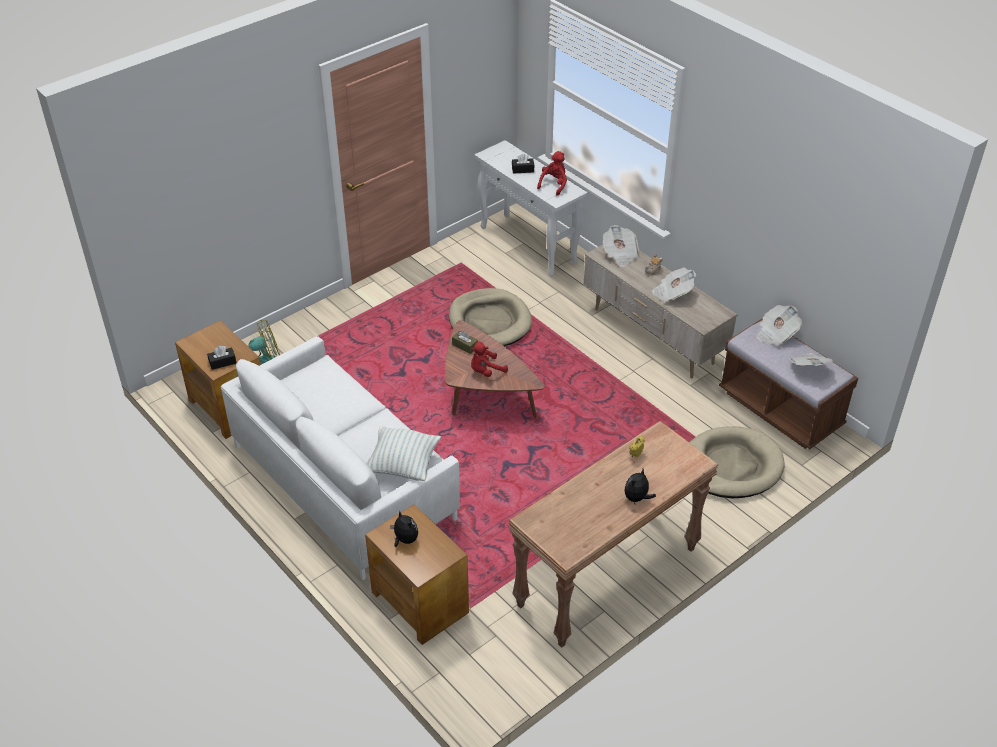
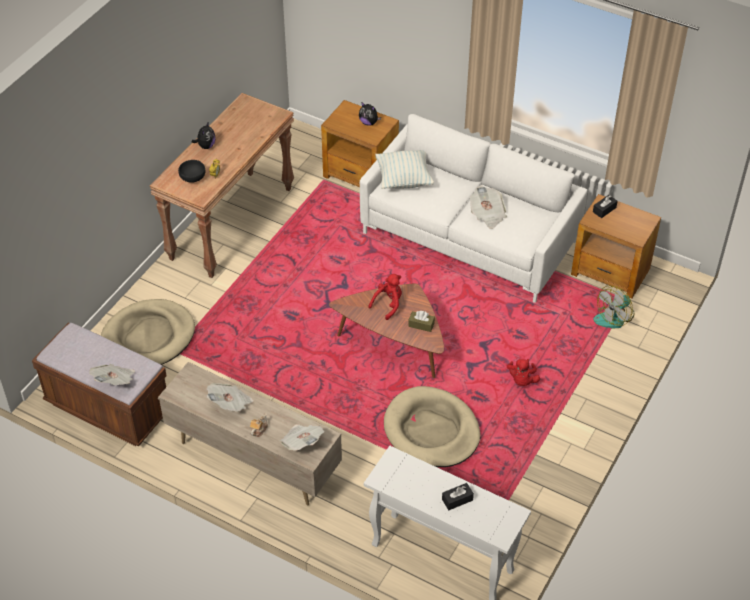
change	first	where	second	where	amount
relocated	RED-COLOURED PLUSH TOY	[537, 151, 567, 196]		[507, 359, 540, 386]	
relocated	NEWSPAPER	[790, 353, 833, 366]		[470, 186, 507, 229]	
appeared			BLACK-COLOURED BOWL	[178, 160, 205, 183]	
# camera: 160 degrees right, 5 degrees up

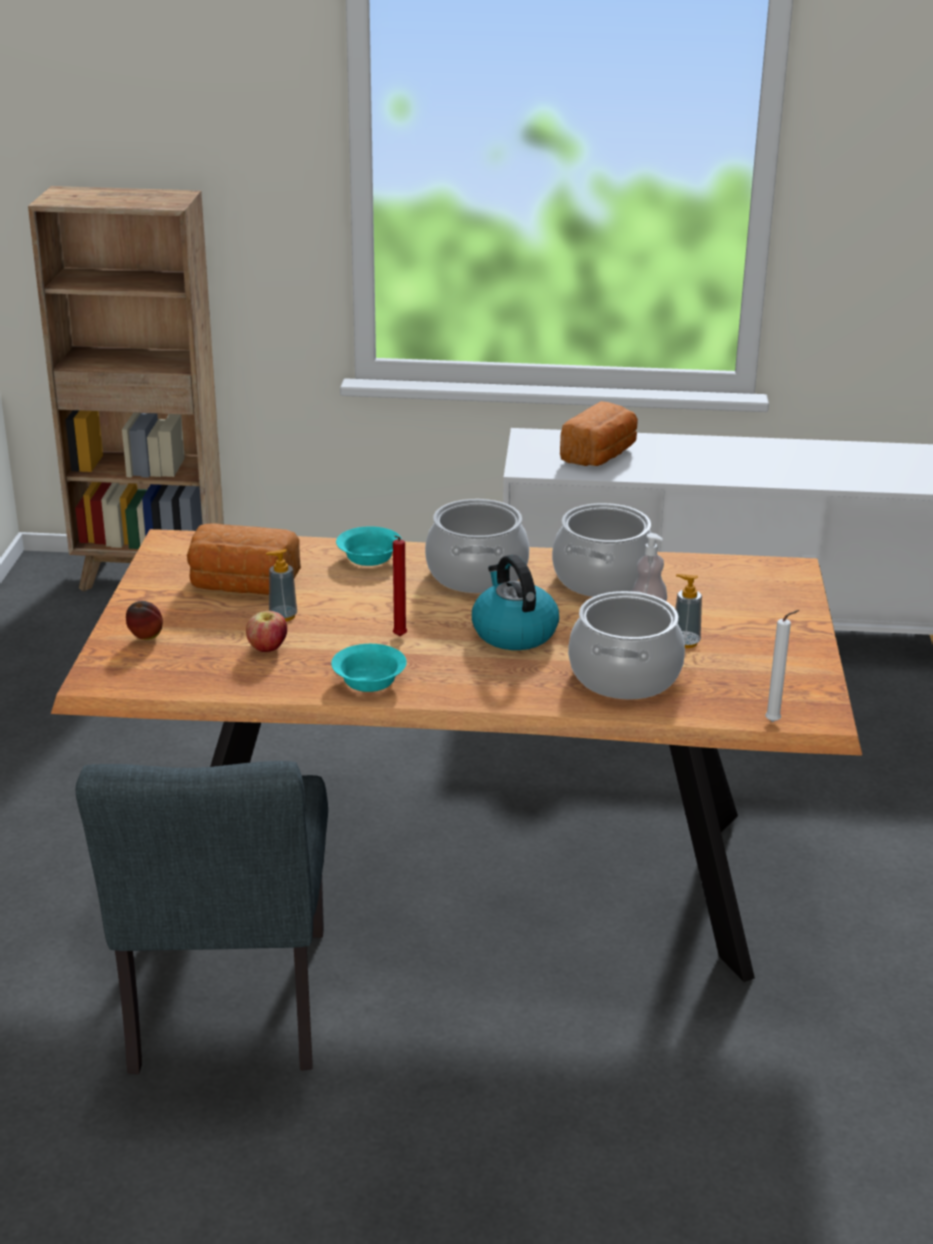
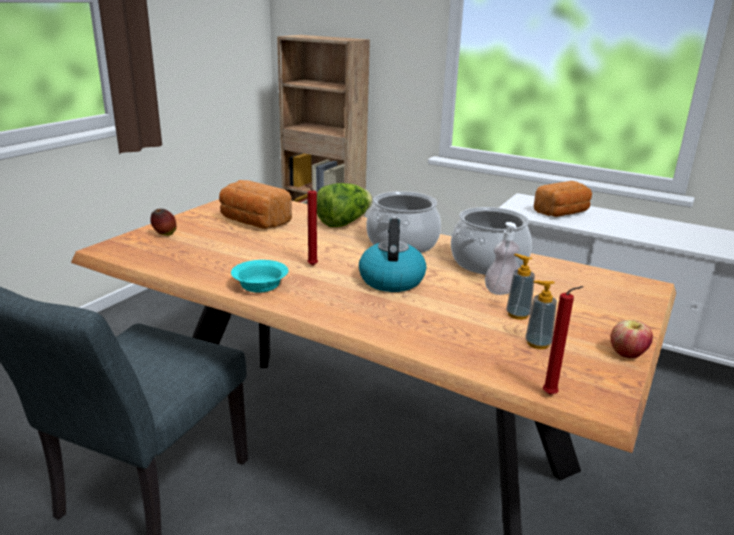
change	first	where	second	where	amount
relocated	APPLE	[246, 611, 287, 652]		[611, 320, 653, 358]	
relocated	SOAP DISPENSER	[266, 549, 297, 622]		[525, 281, 557, 349]	
exchanged	TURQUOISE BOWL	[336, 526, 401, 566]	HEAD OF LETTUCE	[317, 183, 373, 227]	
missing	STOCKPOT	[568, 591, 685, 699]			
colour	WHITISH WAX LIGHT	[765, 610, 800, 722]	RED-COLOURED WAX LIGHT	[543, 286, 584, 395]	
# camera: 25 degrees right, 5 degrees down

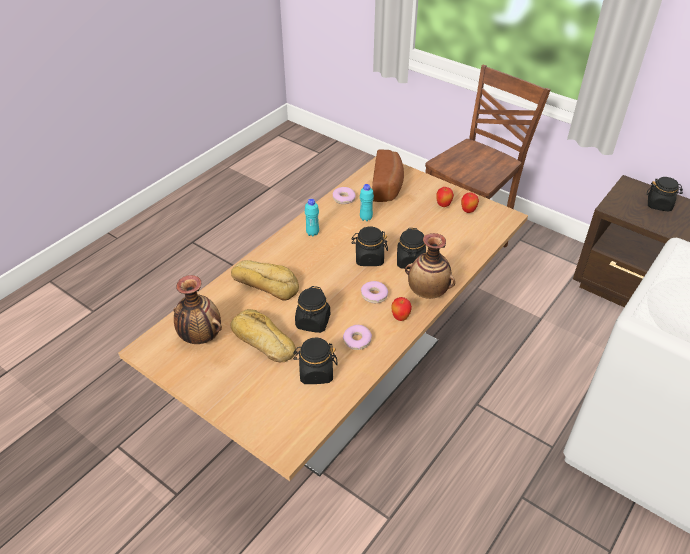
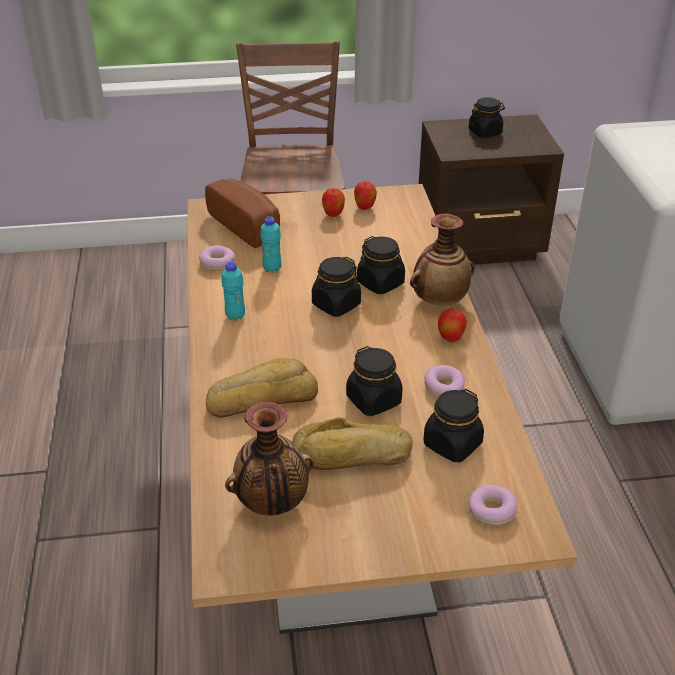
change	first	where	second	where	amount
relocated	DOUGHNUT	[361, 281, 388, 303]		[468, 485, 518, 525]	
# camera: 45 degrees left, 5 degrees down

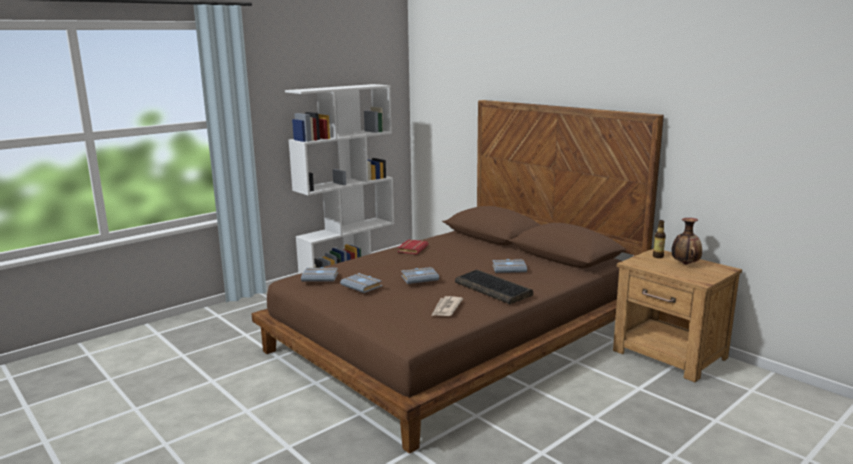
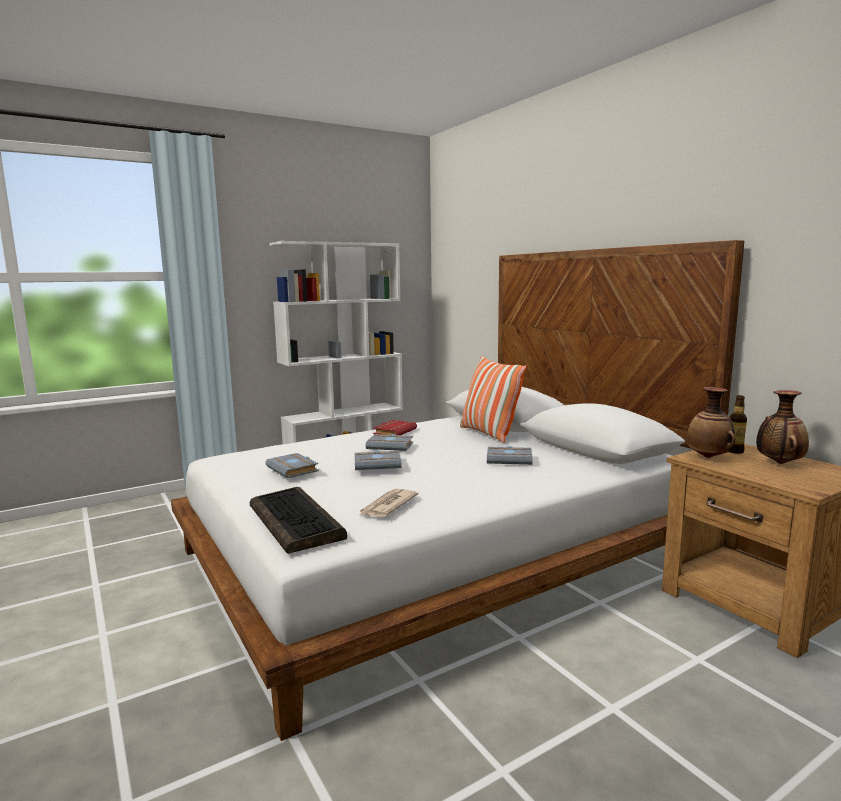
change	first	where	second	where	amount
colour	BROWN-COLOURED SLEEPING BED	[251, 100, 664, 454]	WHITISH SLEEPING BED	[171, 240, 744, 741]	
relocated	GRAY VOLUME	[301, 267, 338, 281]		[366, 434, 413, 451]	
relocated	KEYBOARD	[455, 270, 533, 304]		[250, 487, 347, 554]	
appeared			THROW PILLOW	[460, 356, 527, 443]	
appeared			FLOWER VASE	[687, 387, 735, 458]	
# camera: 10 degrees right, 5 degrees down

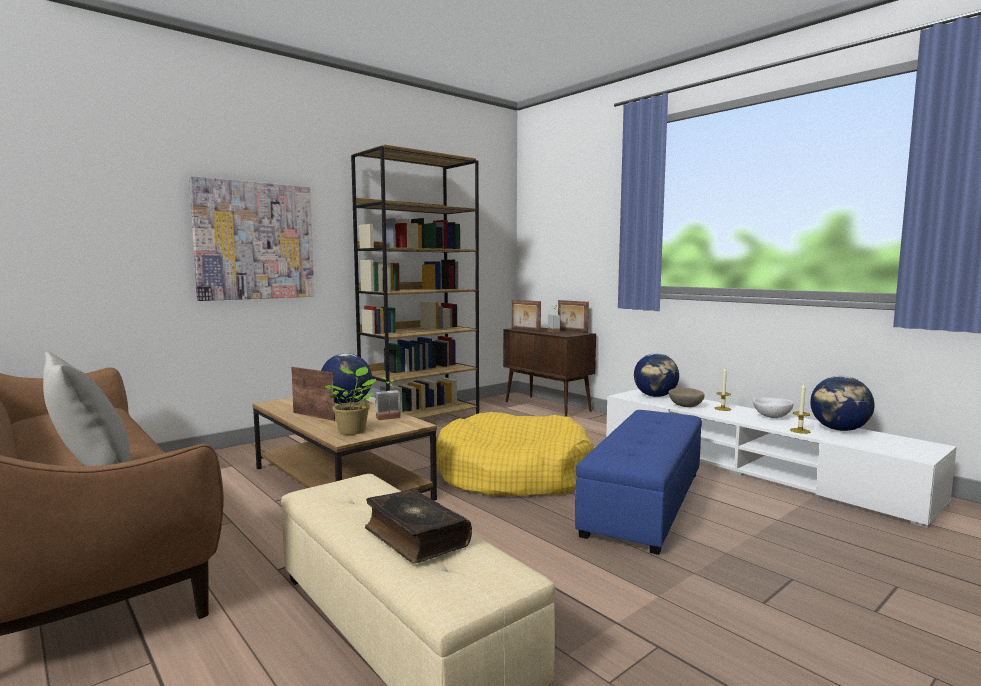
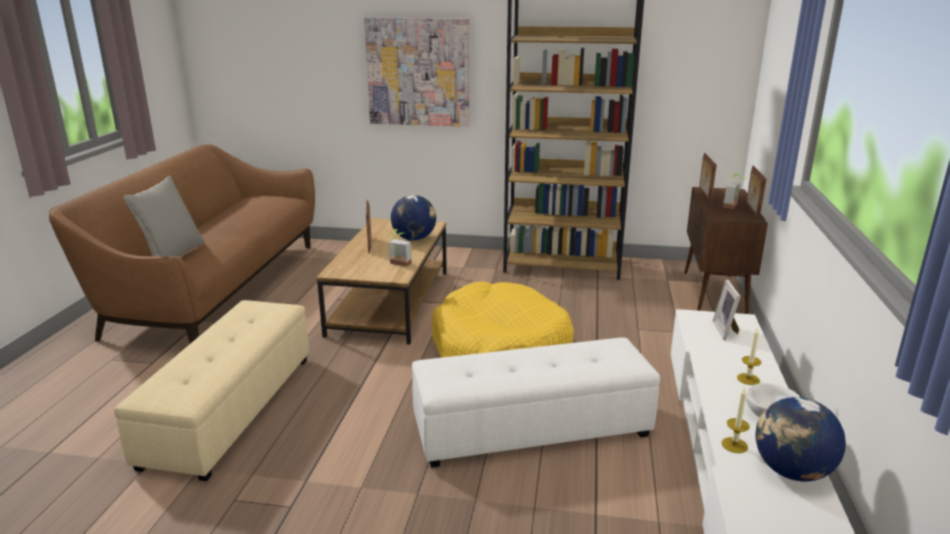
change	first	where	second	where	amount
missing	PLANT IN A POT	[323, 367, 376, 435]			
missing	VOLUME	[365, 489, 472, 564]			
colour	BLUISH OTTOMAN	[575, 410, 702, 555]	WHITISH OTTOMAN	[412, 337, 660, 468]	
exchanged	GLOBE	[634, 353, 679, 397]	STANDING FRAME	[712, 280, 741, 340]	
missing	SAND-COLOURED BOWL	[668, 388, 705, 407]			
# camera: 50 degrees right, 15 degrees up

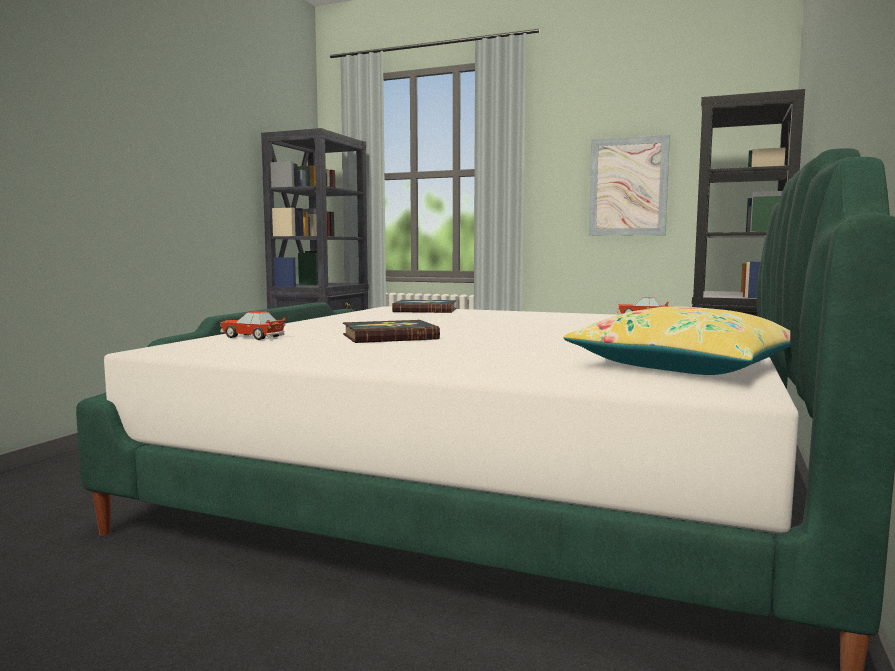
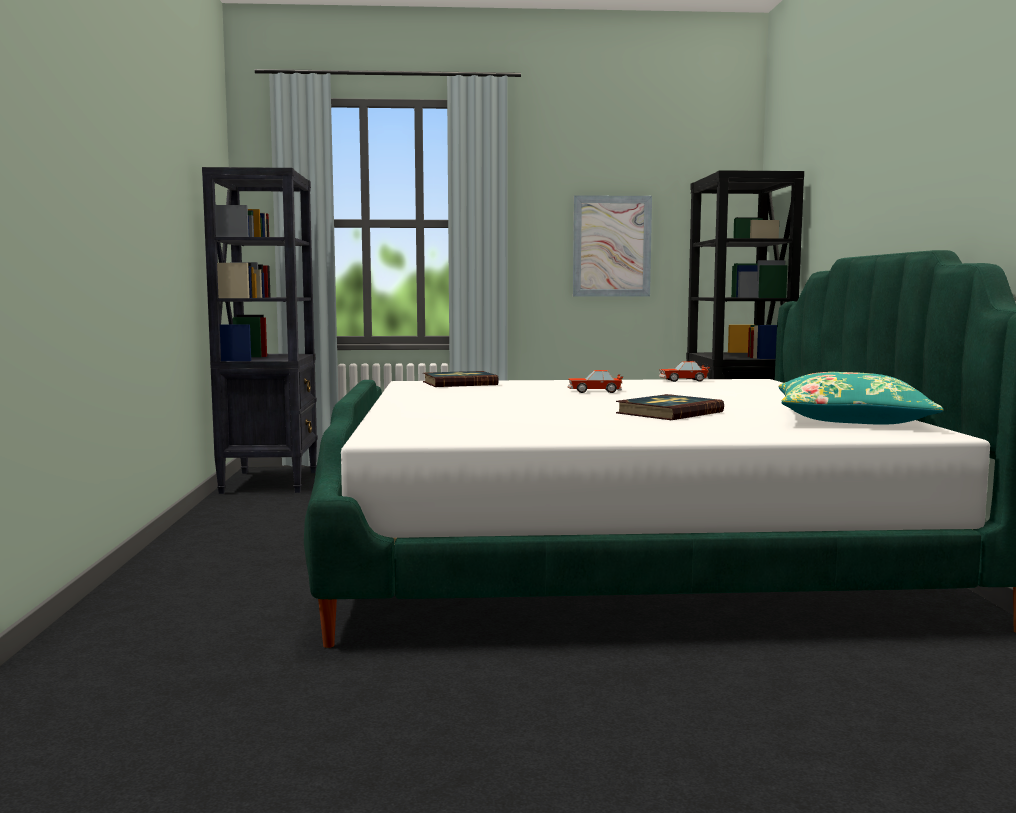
change	first	where	second	where	amount
relocated	TOY CAR	[220, 311, 286, 340]		[568, 370, 623, 393]	
relocated	VOLUME	[343, 320, 440, 343]		[616, 394, 724, 420]	
colour	YELLOW THROW PILLOW	[564, 306, 791, 375]	TURQUOISE THROW PILLOW	[779, 372, 944, 425]	
# camera: 25 degrees left, 0 degrees up

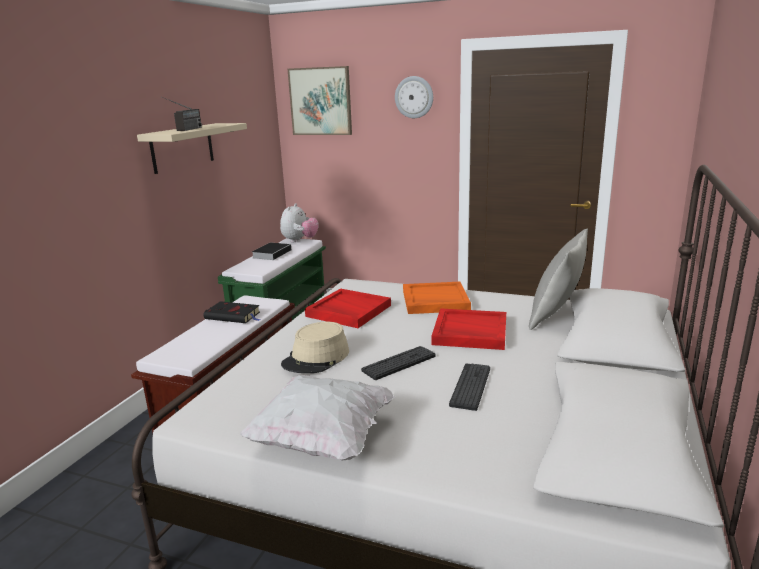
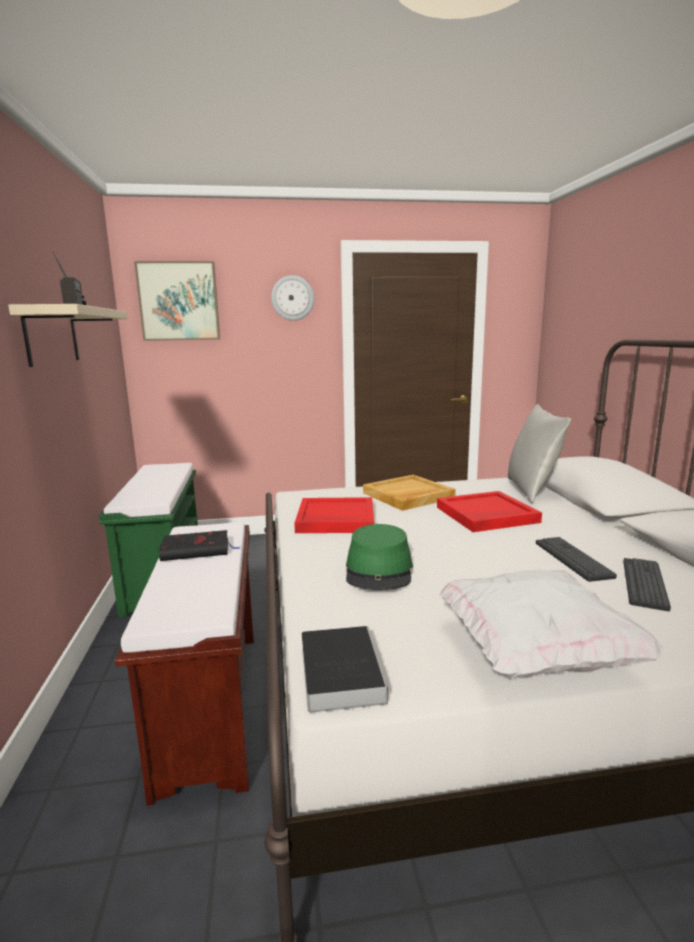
change	first	where	second	where	amount
relocated	VOLUME	[252, 242, 291, 260]		[301, 626, 388, 713]	
missing	PLUSH TOY	[280, 203, 319, 243]			
colour	SAND-COLOURED WEARABLE HAT	[281, 322, 349, 373]	GREENISH WEARABLE HAT	[346, 524, 413, 590]	
relocated	KEYBOARD	[361, 346, 436, 380]		[623, 558, 671, 611]	
colour	ORANGE-COLOURED SERVING TRAY	[403, 282, 471, 314]	SAND-COLOURED SERVING TRAY	[363, 475, 456, 511]	
# camera: 30 degrees left, 5 degrees down

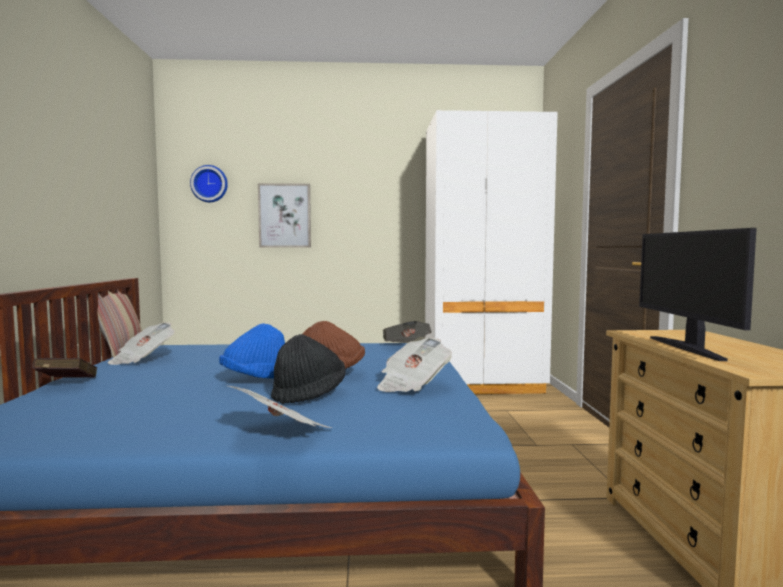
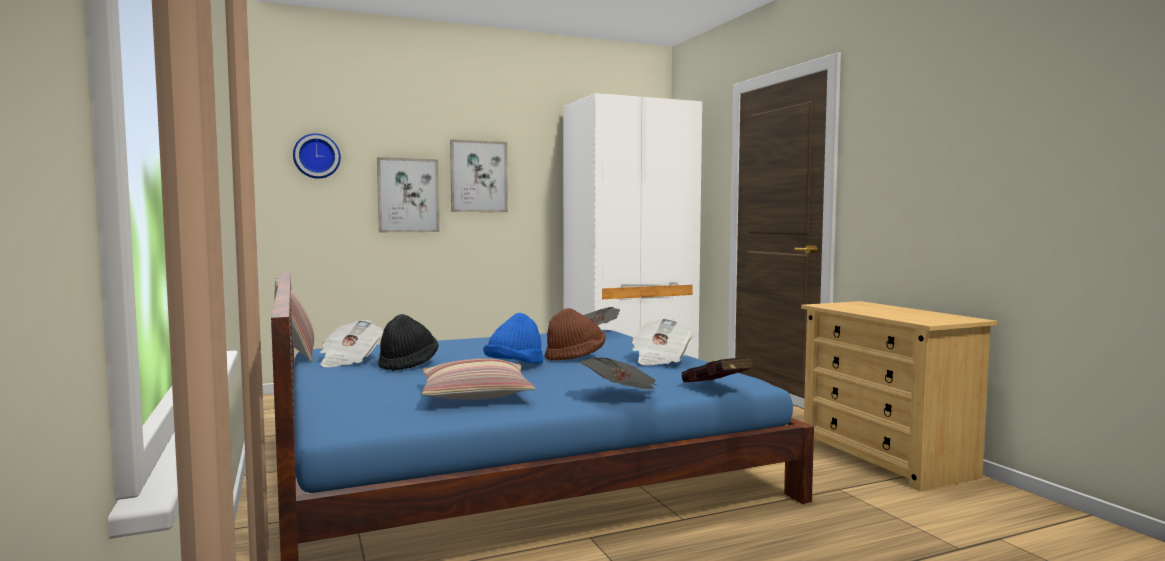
change	first	where	second	where	amount
relocated	RED-COLOURED VOLUME	[32, 358, 97, 377]		[682, 357, 753, 382]	
relocated	BLACK-COLOURED WEARABLE HAT	[271, 334, 346, 404]		[378, 314, 439, 371]	
missing	COMPUTER SCREEN	[639, 228, 757, 361]			
appeared			THROW PILLOW	[422, 358, 536, 400]	
appeared			WALL ART	[450, 139, 508, 212]	
# camera: 20 degrees left, 0 degrees up

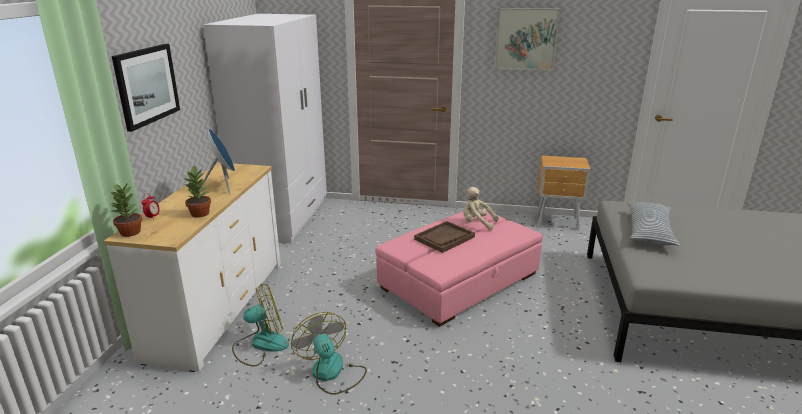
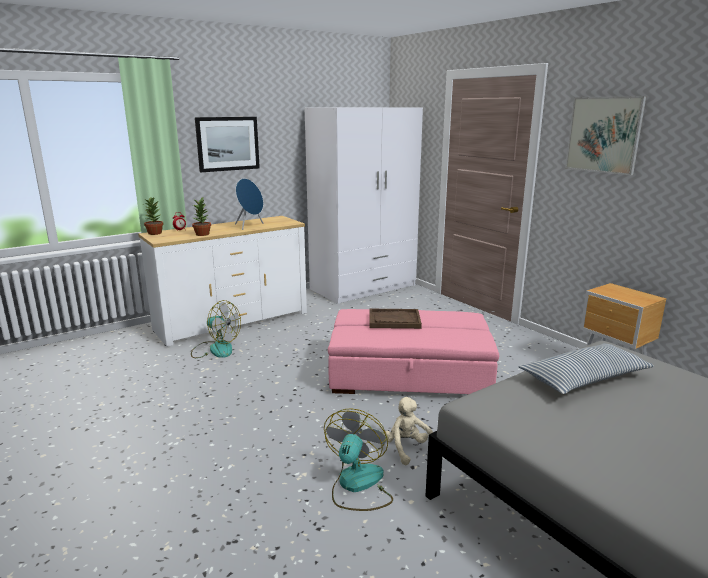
change	first	where	second	where	amount
relocated	FAN	[291, 312, 367, 395]		[324, 408, 393, 511]	
relocated	SAND-COLOURED PLUSH TOY	[463, 187, 499, 230]		[383, 397, 433, 466]	
# camera: 45 degrees right, 5 degrees down

